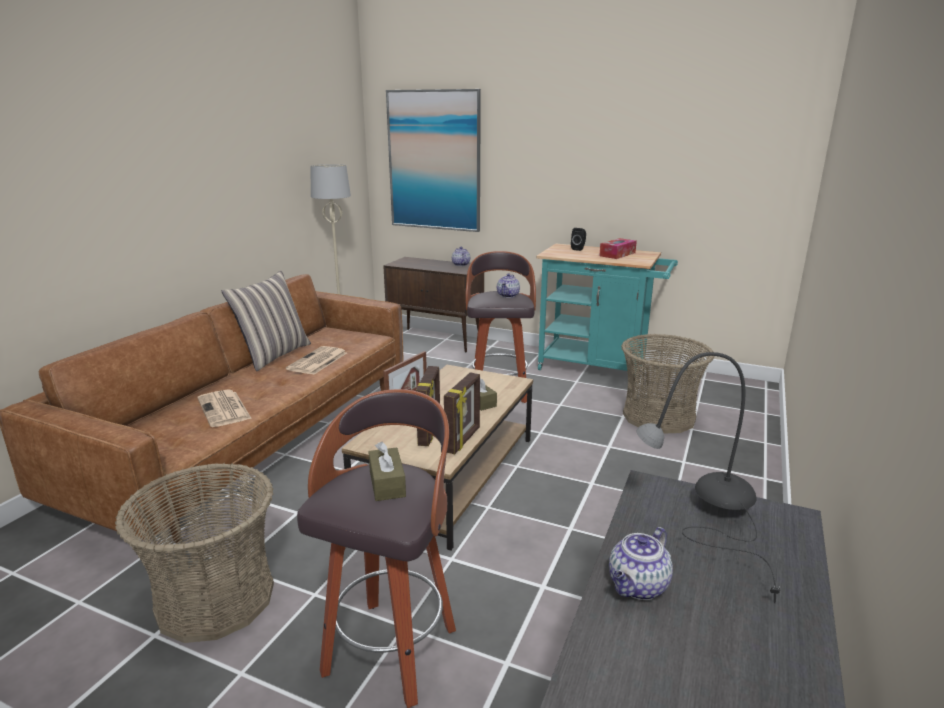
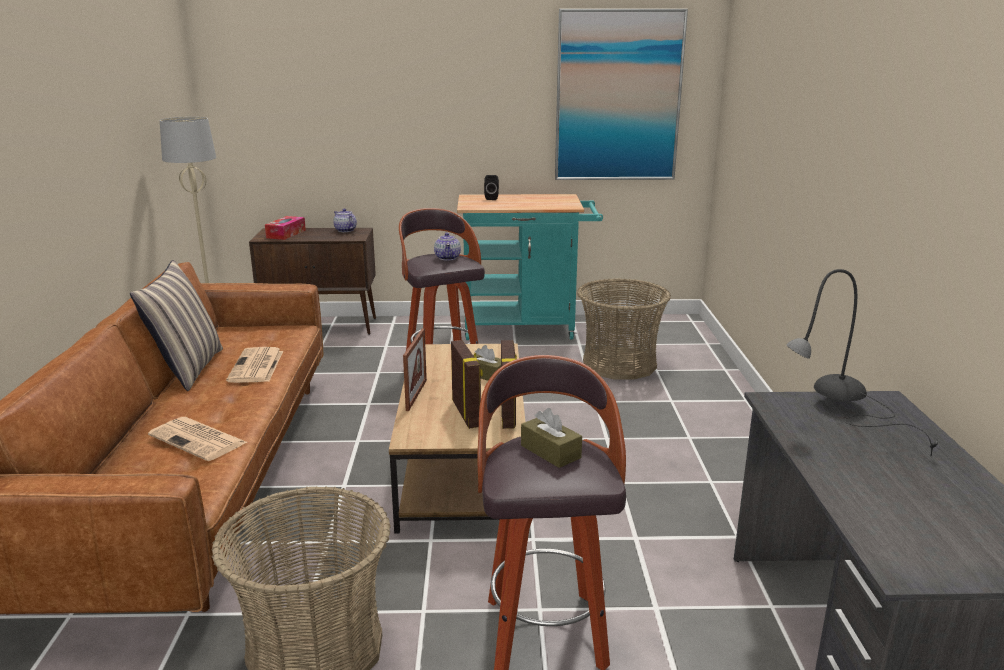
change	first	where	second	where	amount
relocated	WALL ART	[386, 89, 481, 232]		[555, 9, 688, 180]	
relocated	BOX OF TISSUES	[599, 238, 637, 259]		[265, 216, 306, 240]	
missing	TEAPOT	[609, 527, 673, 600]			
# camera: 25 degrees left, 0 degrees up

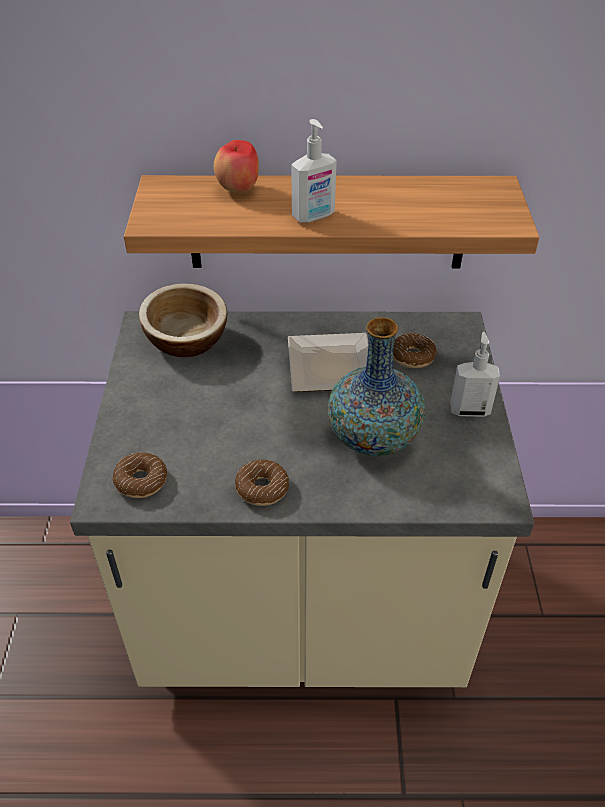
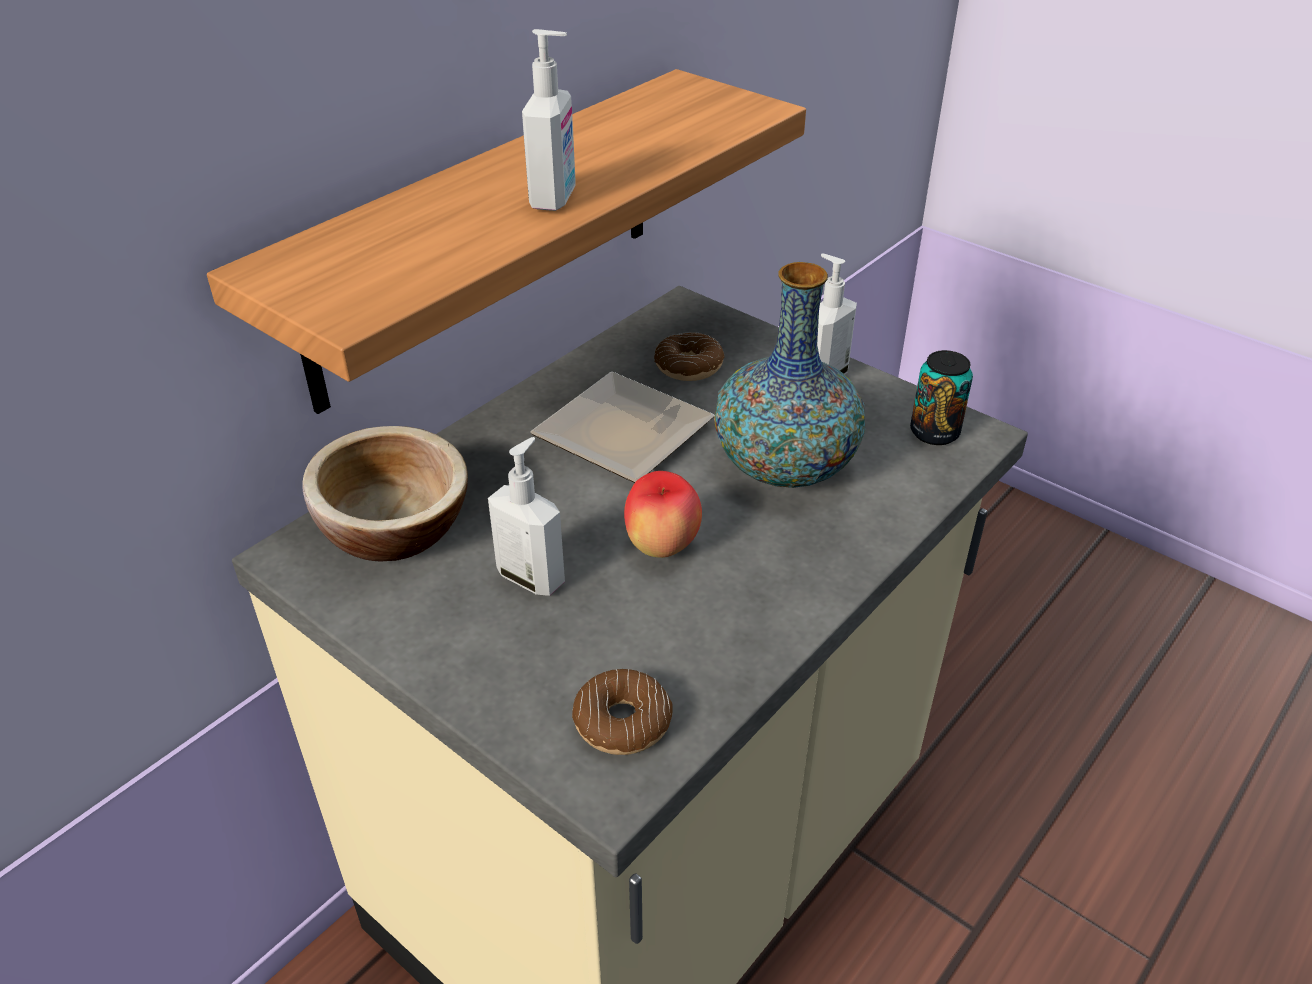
change	first	where	second	where	amount
relocated	APPLE	[214, 140, 259, 193]		[624, 471, 702, 558]	
missing	DOUGHNUT	[235, 459, 289, 506]			
appeared			SOAP DISPENSER	[488, 437, 565, 596]	
appeared			CAN	[910, 350, 973, 445]	
# camera: 50 degrees left, 5 degrees down

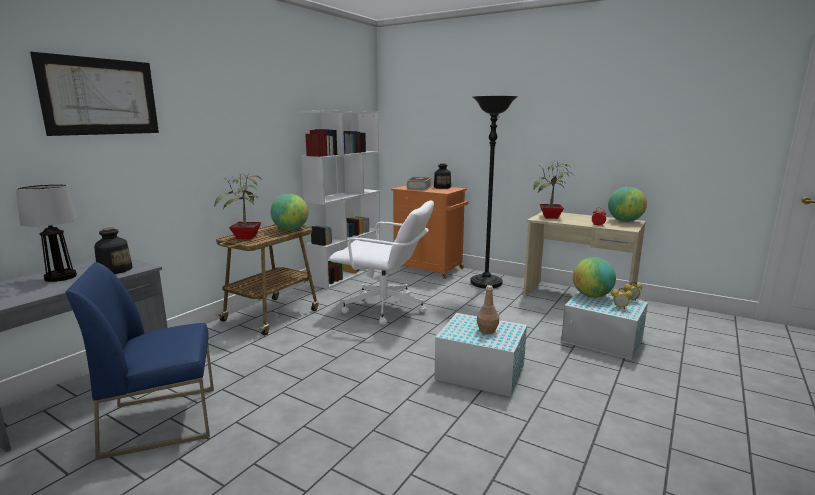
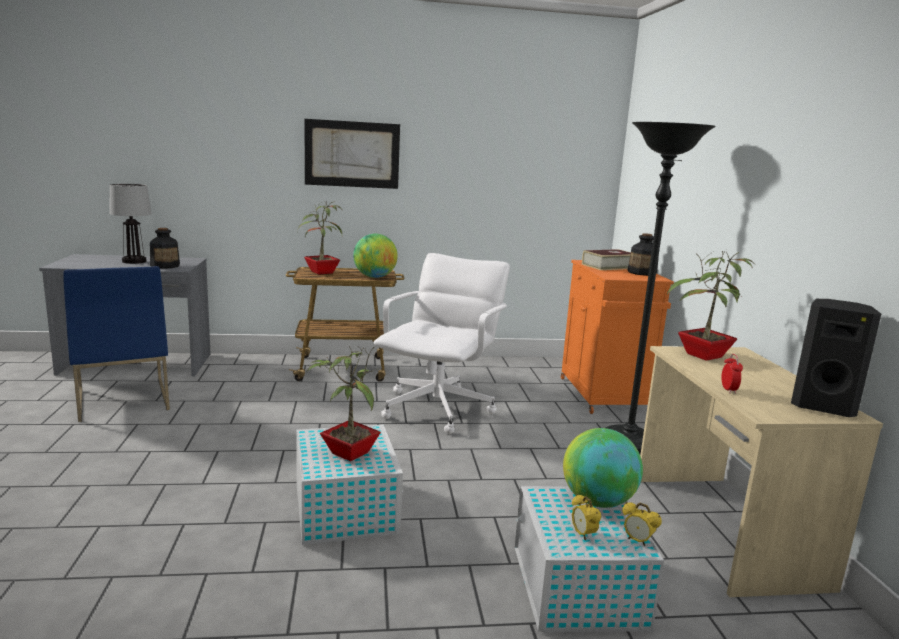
change	first	where	second	where	amount
relocated	WALL ART	[30, 52, 159, 136]		[305, 119, 400, 189]	
spun	BLUISH UPRIGHT CHAIR	[66, 262, 214, 460]		[63, 266, 170, 422]	150 degrees counterclockwise
missing	WHITISH BOOKCASE	[299, 111, 380, 289]			
spun	WHITISH DESK CHAIR	[329, 201, 434, 325]		[374, 253, 510, 434]	135 degrees counterclockwise
exchanged	BROWN-COLOURED BOTTLE	[477, 285, 499, 334]	PLANT IN A POT	[307, 346, 381, 462]	
exchanged	GLOBE	[608, 187, 647, 222]	BLACK-COLOURED LOUDSPEAKER	[791, 299, 881, 417]	
# camera: 50 degrees right, 0 degrees up

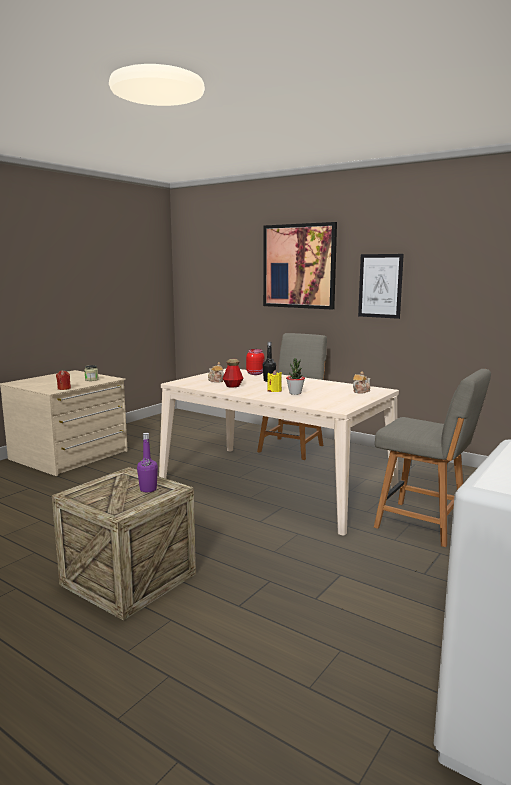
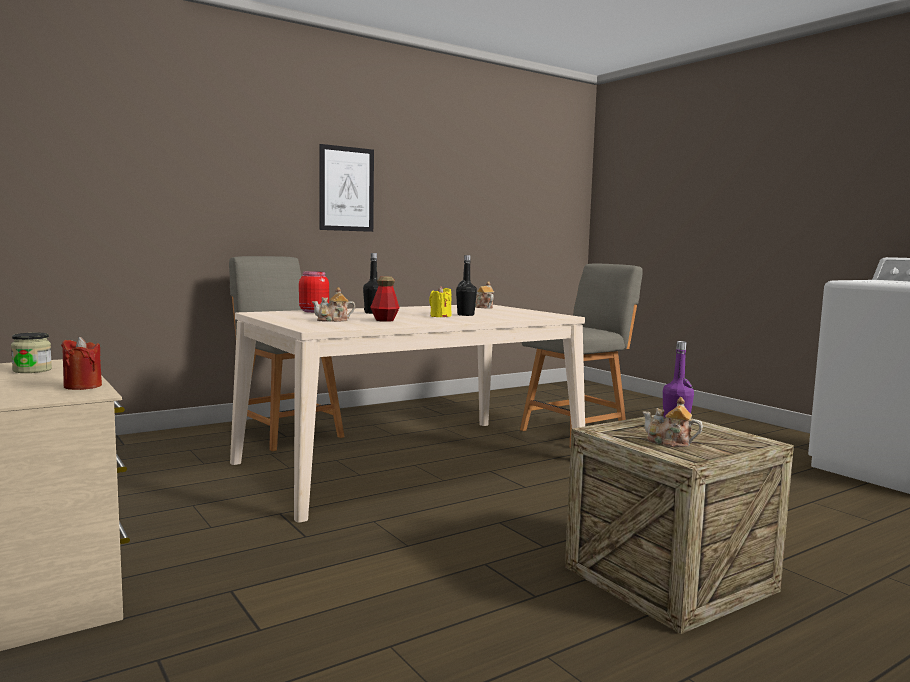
change	first	where	second	where	amount
missing	WALL ART	[263, 222, 337, 310]			
exchanged	PLANT IN A POT	[286, 358, 305, 395]	BLACK-COLOURED BOTTLE	[456, 255, 477, 316]	
appeared			TEAPOT	[643, 397, 703, 447]	
# camera: 70 degrees left, 5 degrees down

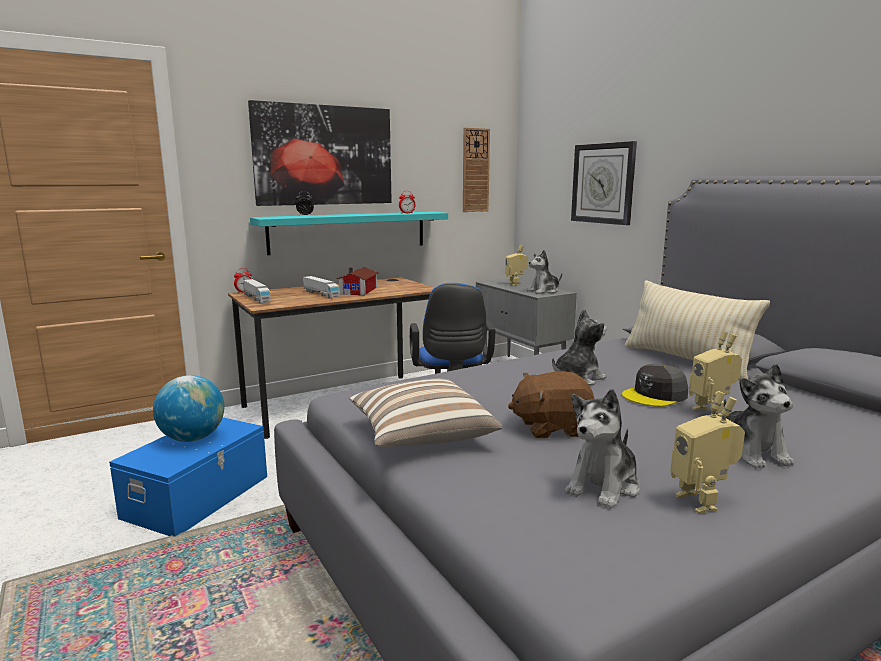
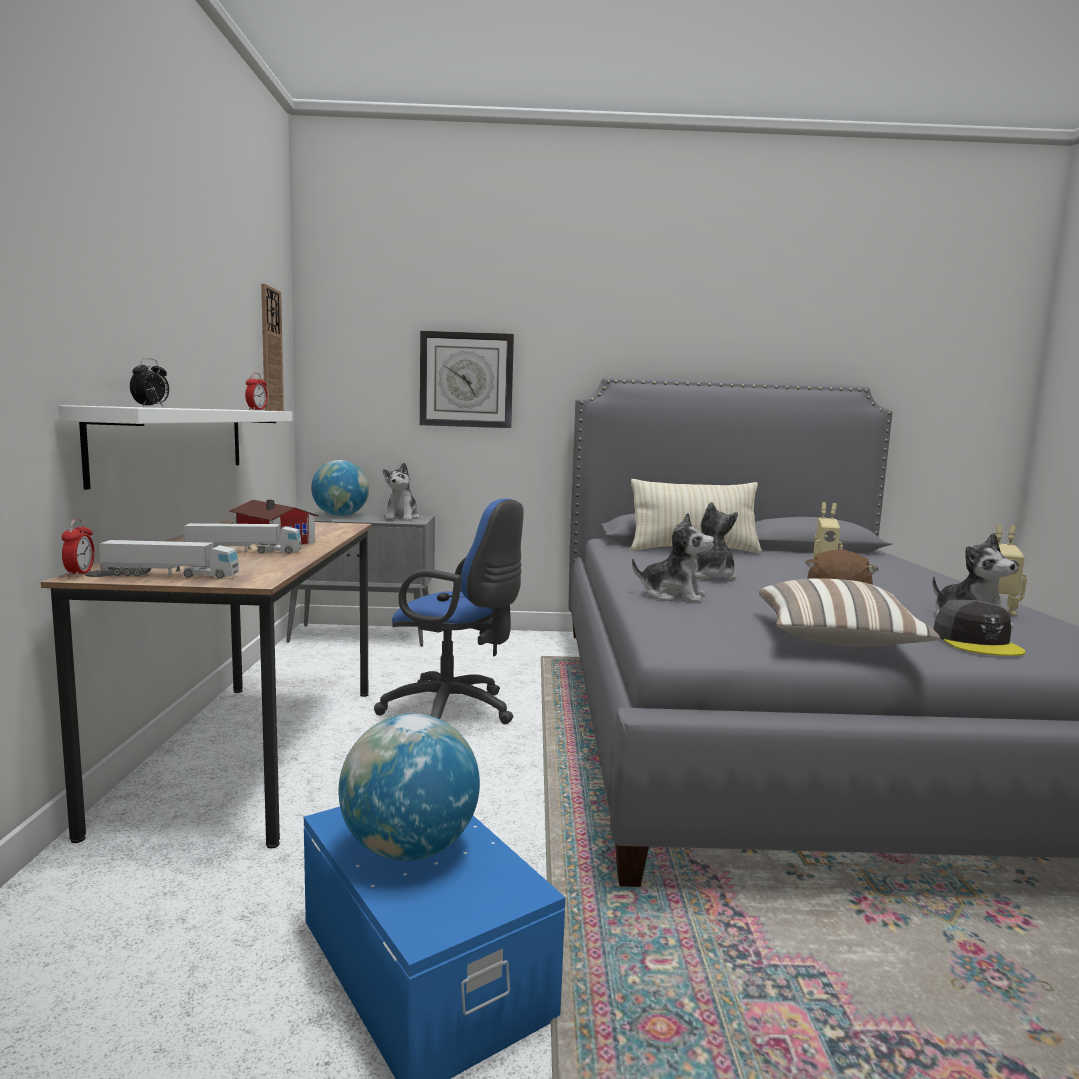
change	first	where	second	where	amount
missing	WALL ART	[248, 100, 392, 206]			
colour	TURQUOISE SHELF	[250, 212, 448, 255]	WHITISH SHELF	[59, 405, 293, 490]	
exchanged	MODEL ROBOT	[505, 245, 528, 286]	GLOBE	[311, 460, 369, 516]	
relocated	GRAY BASEBALL CAP	[622, 364, 688, 407]		[933, 600, 1025, 656]	
relocated	PLUSH TOY	[723, 363, 794, 469]		[632, 513, 714, 603]	
# camera: 60 degrees left, 5 degrees down

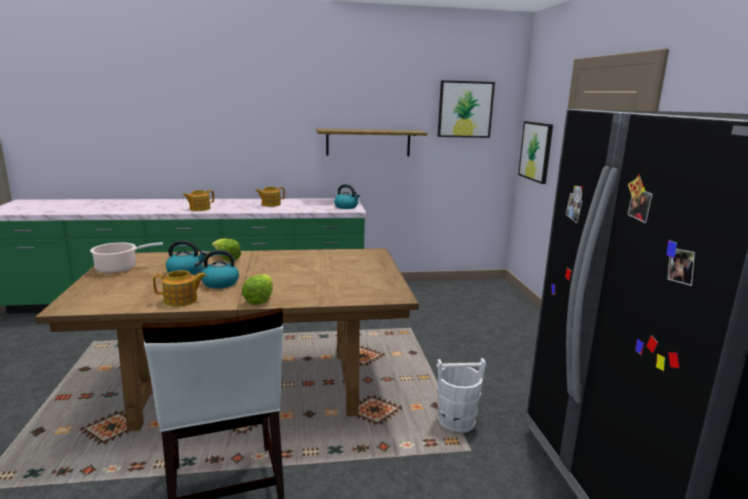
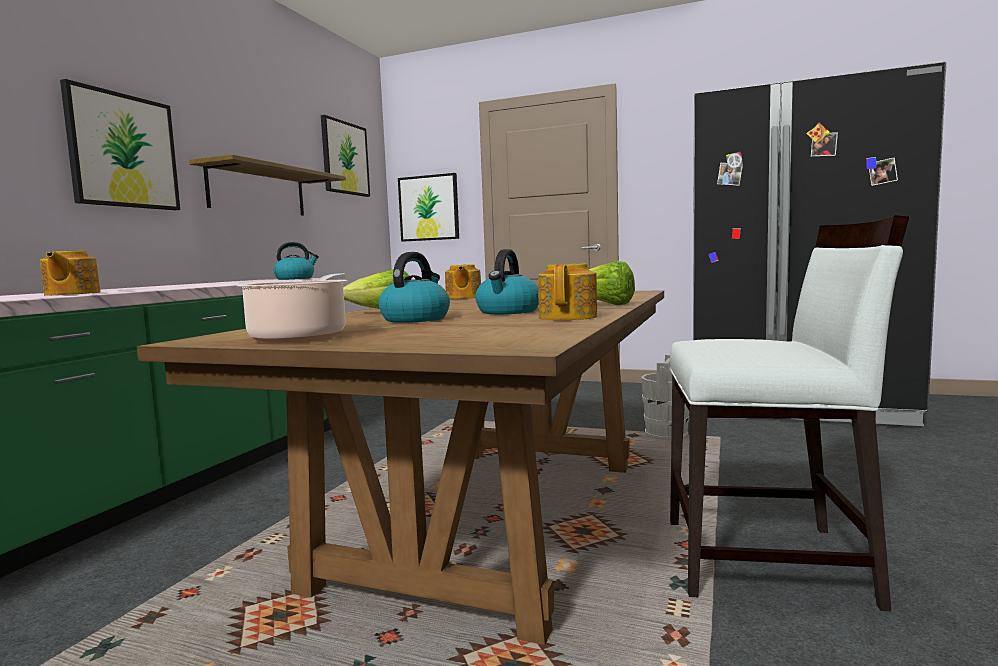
change	first	where	second	where	amount
relocated	TEAPOT	[255, 187, 285, 207]		[445, 264, 481, 299]	
appeared			WALL ART	[60, 79, 180, 210]	
# camera: 60 degrees left, 10 degrees down

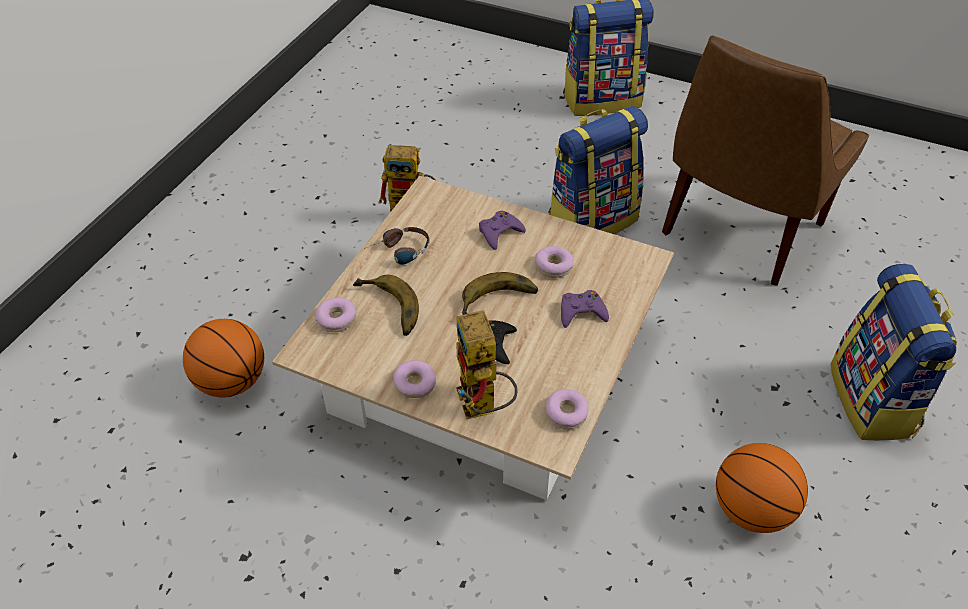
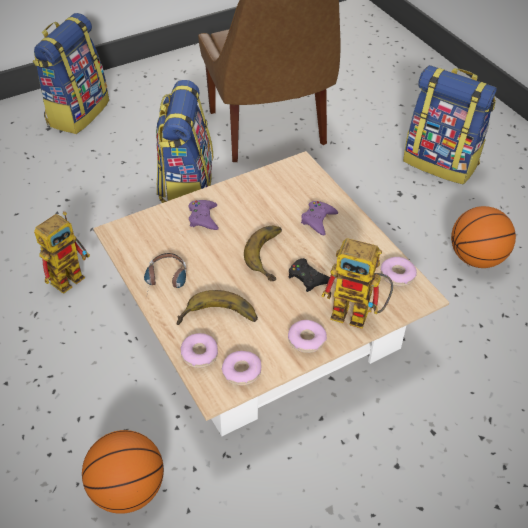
change	first	where	second	where	amount
relocated	DOUGHNUT	[535, 246, 574, 278]		[222, 351, 262, 386]	
# camera: 55 degrees left, 0 degrees up

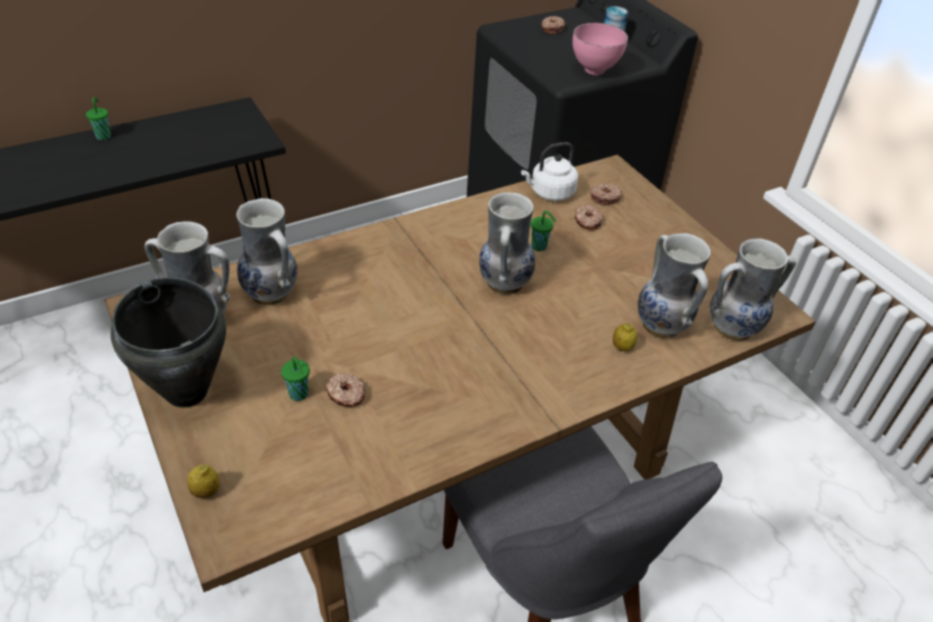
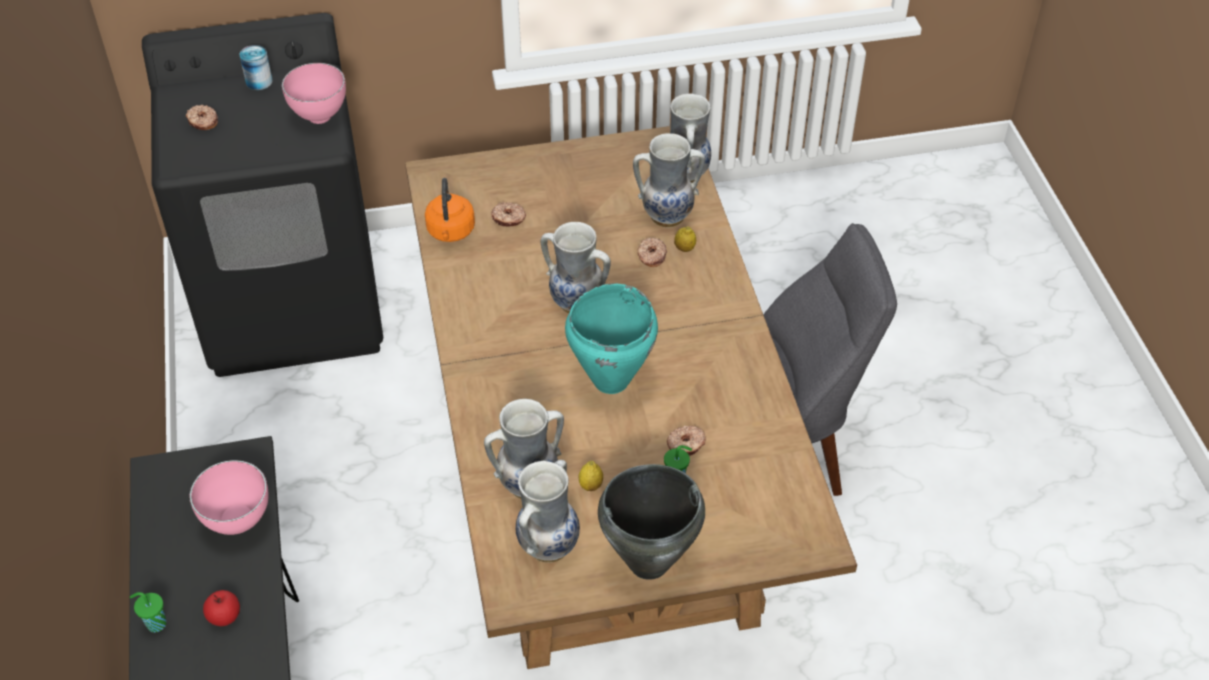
change	first	where	second	where	amount
relocated	WHOLE LEMON	[187, 464, 219, 498]		[579, 461, 603, 491]	
colour	WHITISH KETTLE	[521, 142, 578, 201]	ORANGE-COLOURED KETTLE	[425, 178, 475, 242]	
missing	GREENISH SMALL CUP	[531, 211, 556, 251]			
relocated	DOUGHNUT	[590, 183, 622, 205]		[637, 238, 667, 267]	
appeared			PINKISH BOWL	[190, 460, 269, 535]	
appeared			APPLE	[203, 590, 240, 626]	
appeared			TURQUOISE STOCKPOT	[565, 284, 658, 394]	
# camera: 70 degrees left, 5 degrees up

